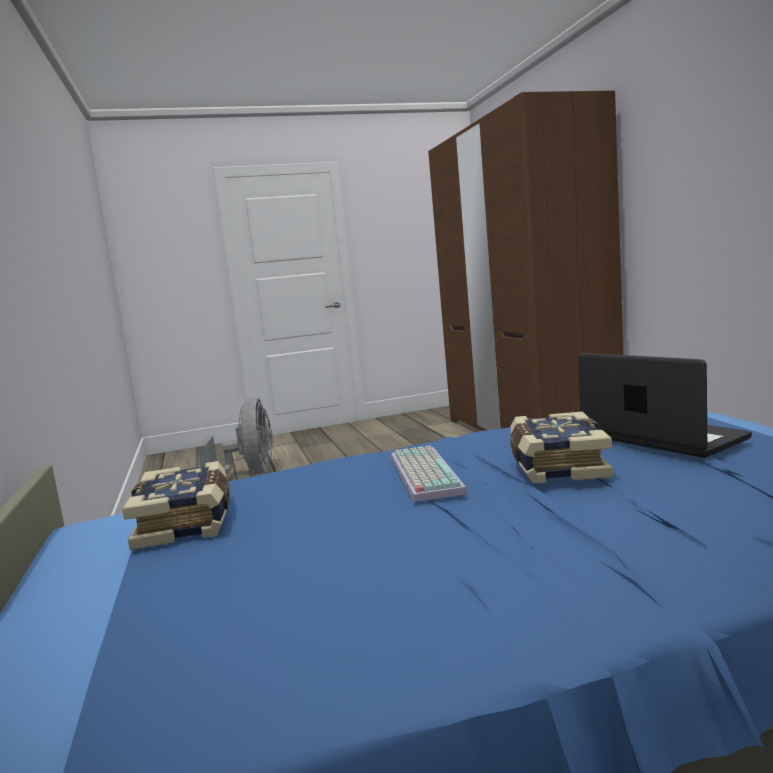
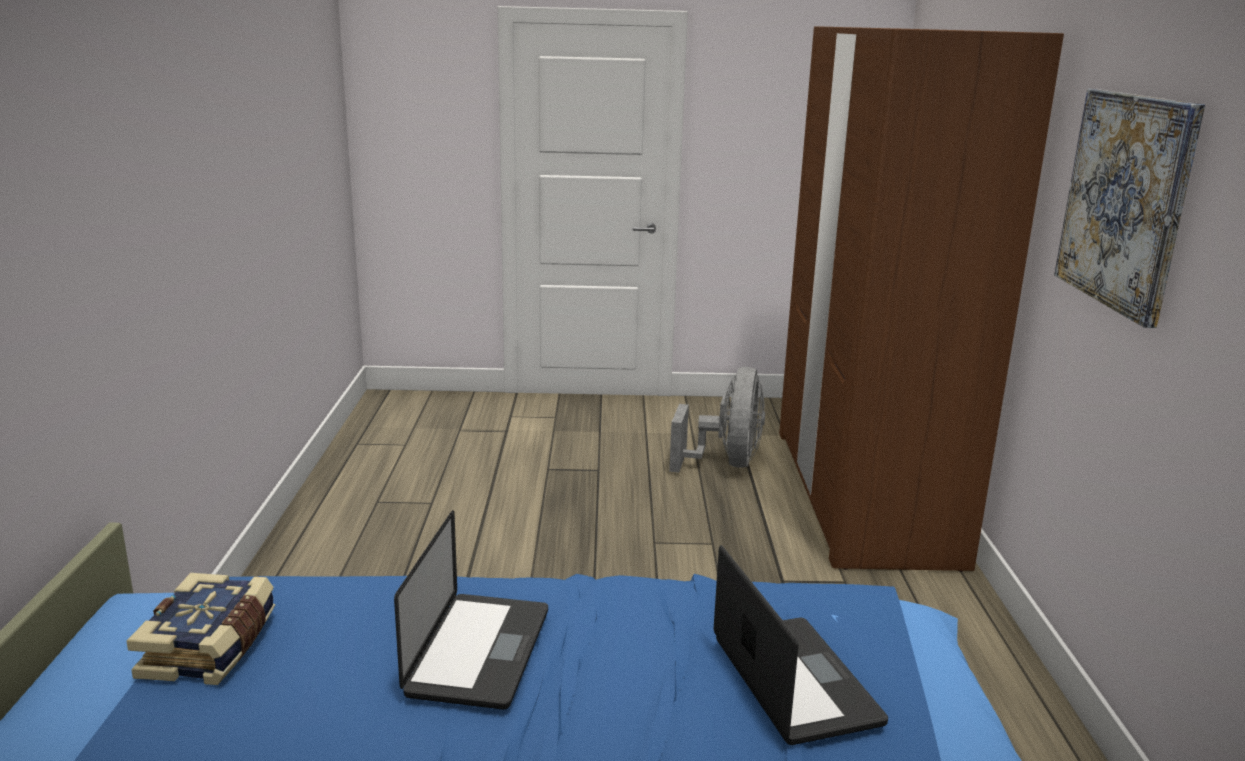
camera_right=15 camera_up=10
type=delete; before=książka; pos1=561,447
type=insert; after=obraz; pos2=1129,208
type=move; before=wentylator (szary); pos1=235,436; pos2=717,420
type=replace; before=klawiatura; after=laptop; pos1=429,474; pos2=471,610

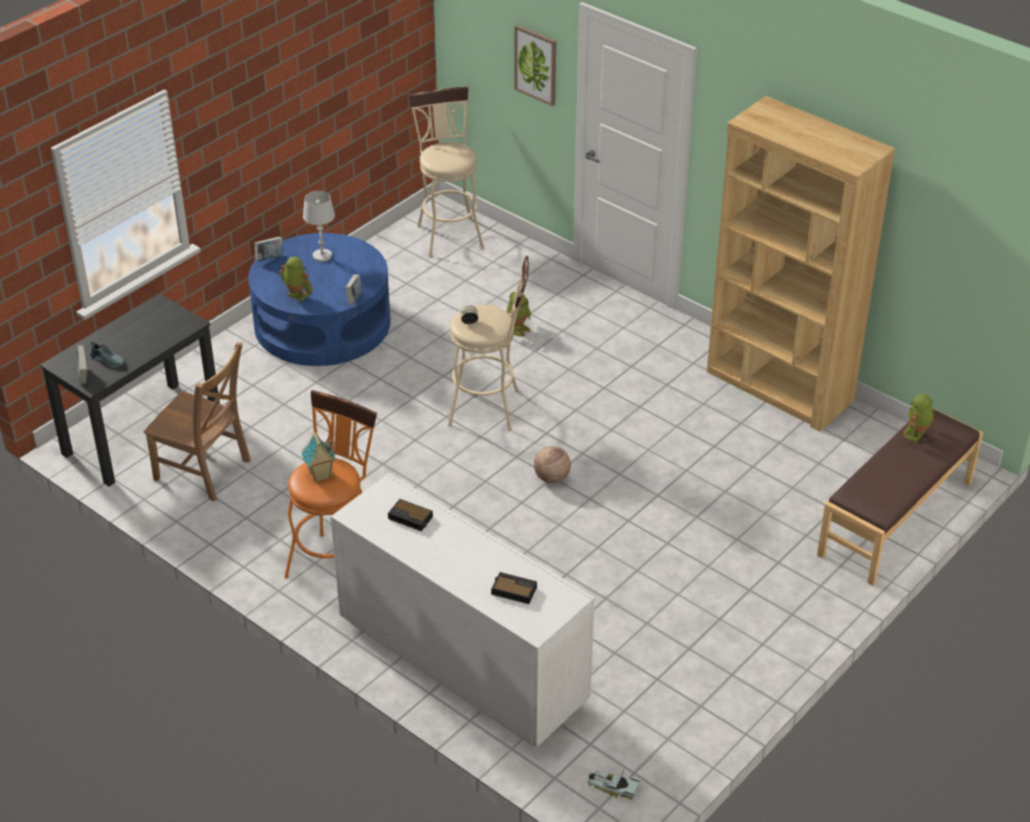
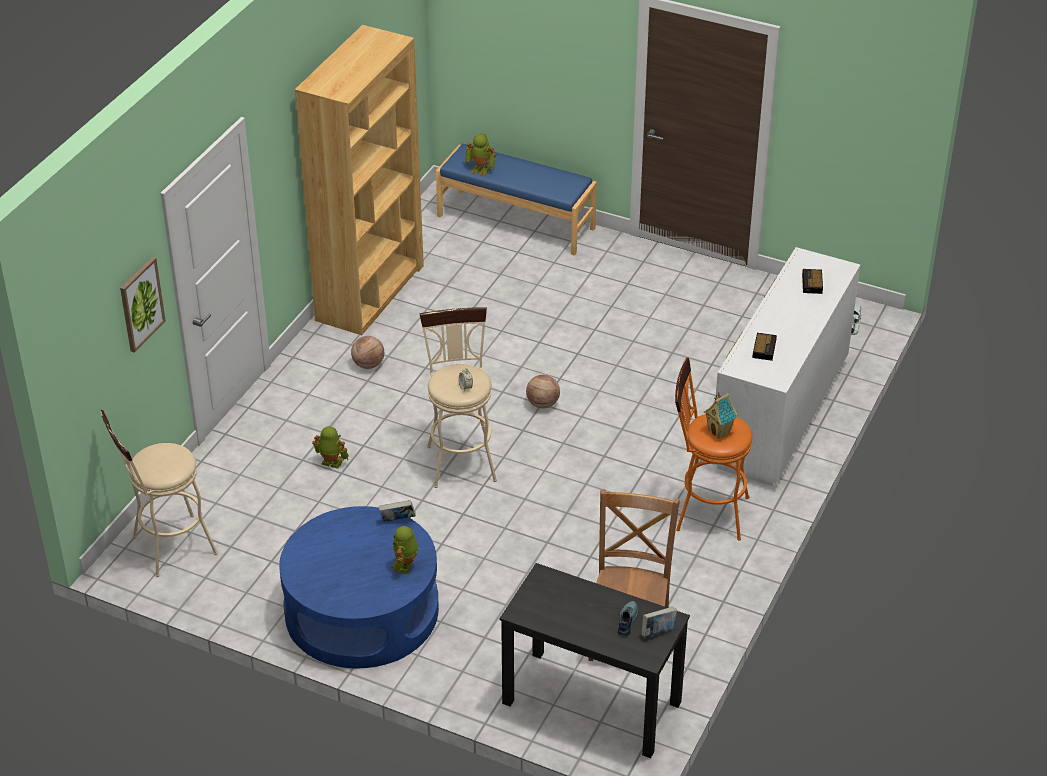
camera_right=-105 camera_up=0
type=delete; before=książka; pos1=268,249
type=delete; before=lampa stołowa (biały); pos1=319,226
type=insert; after=piłka do koszykówki; pos2=367,352
type=recolor; before=ławka (brązowy); after=ławka (niebieski); pos1=900,497; pos2=516,200

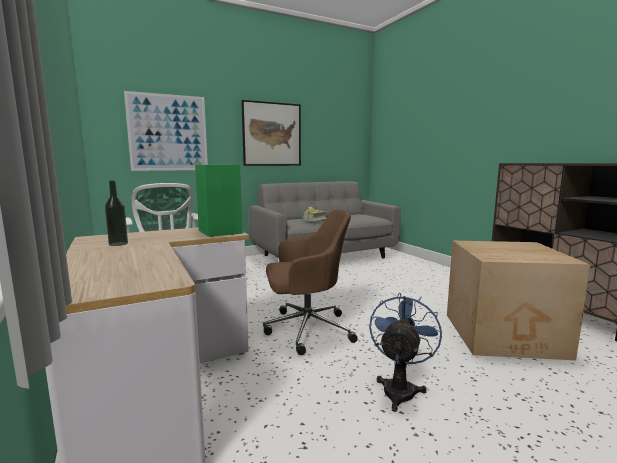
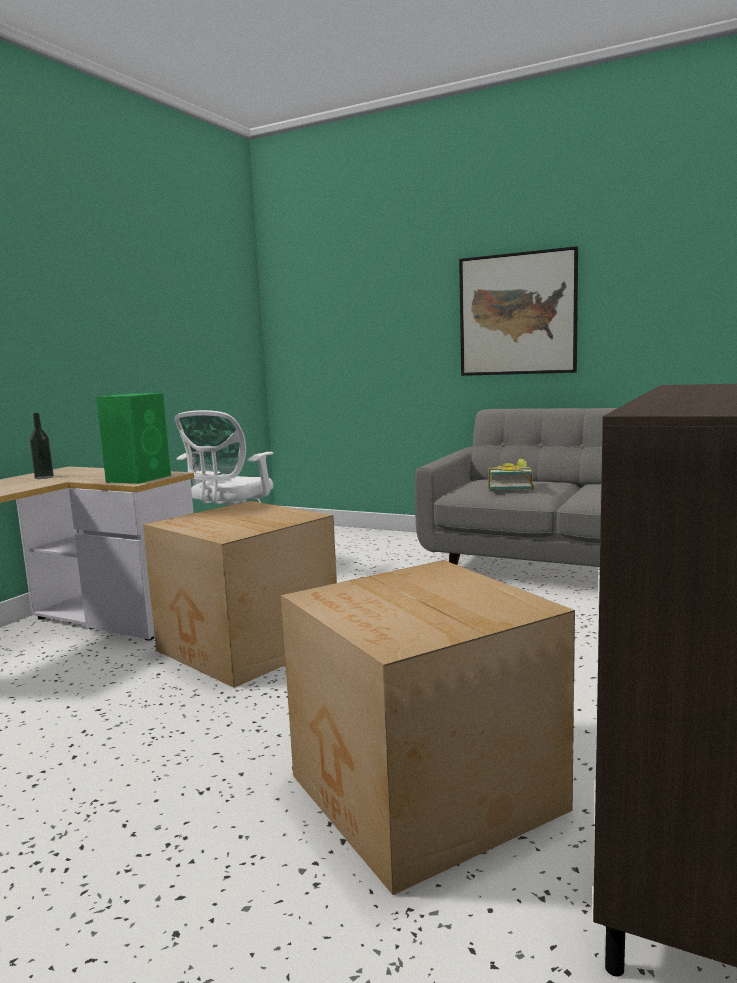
camera_right=55 camera_up=0
type=delete; before=obraz; pos1=166,131
type=delete; before=wentylator (niebieski); pos1=405,352
type=replace; before=krzesło biurowe (brązowy); after=karton; pos1=310,282; pos2=240,594

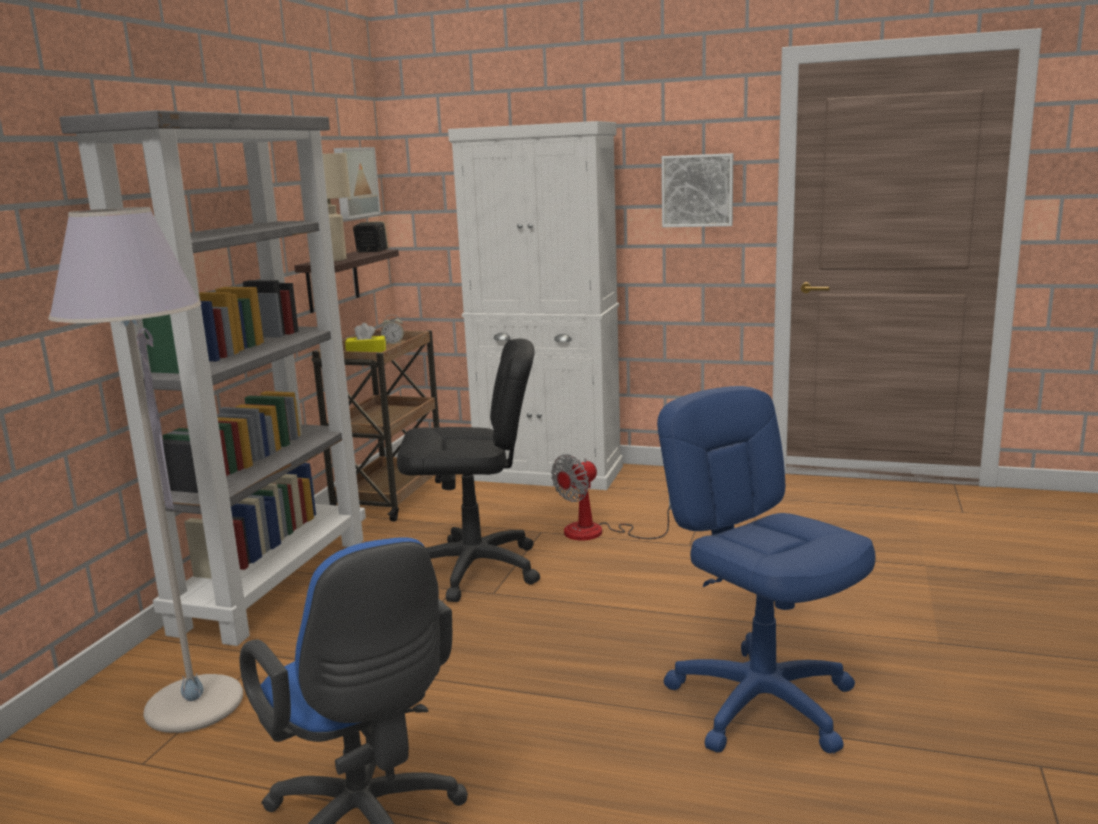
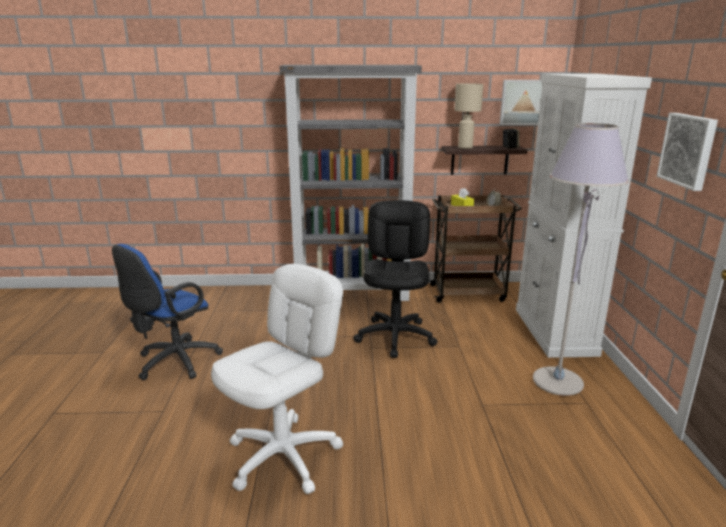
camera_right=70 camera_up=5
type=delete; before=wentylator; pos1=611,497
type=move; before=lampa stojąca (szary); pos1=145,470; pos2=581,259
type=recolor; before=krzesło biurowe (niebieski); after=krzesło biurowe (biały); pos1=766,570; pos2=277,379
type=rotate; before=krzesło biurowe (czarny); pos1=468,470; pos2=395,279; turn=-150

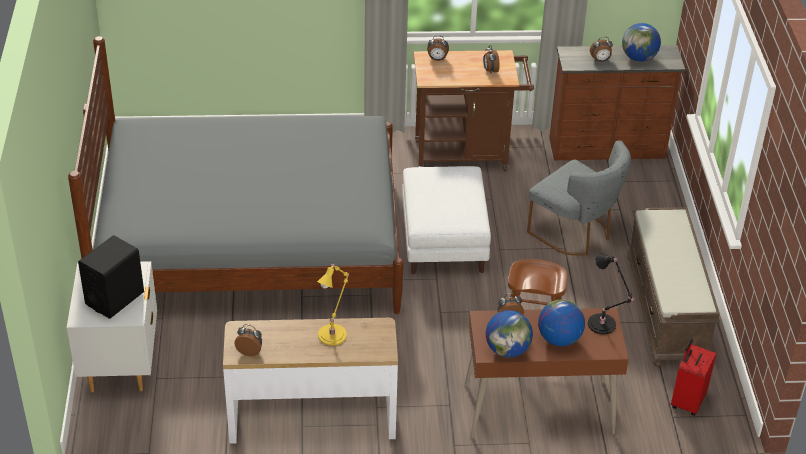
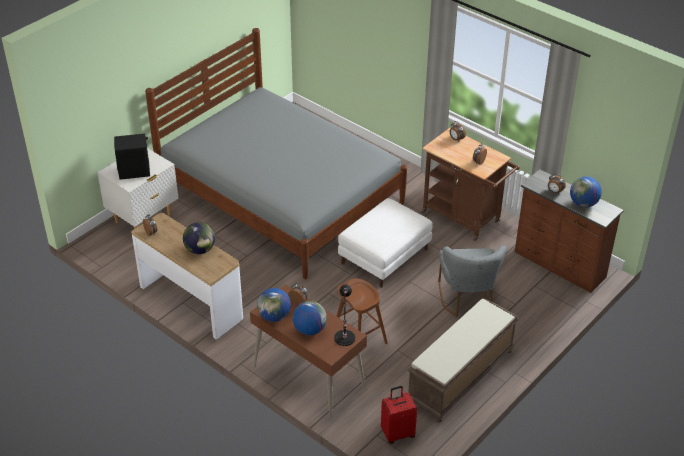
camera_right=45 camera_up=0
type=replace; before=lampa stołowa (żółty); after=globus; pos1=333,304; pos2=199,238

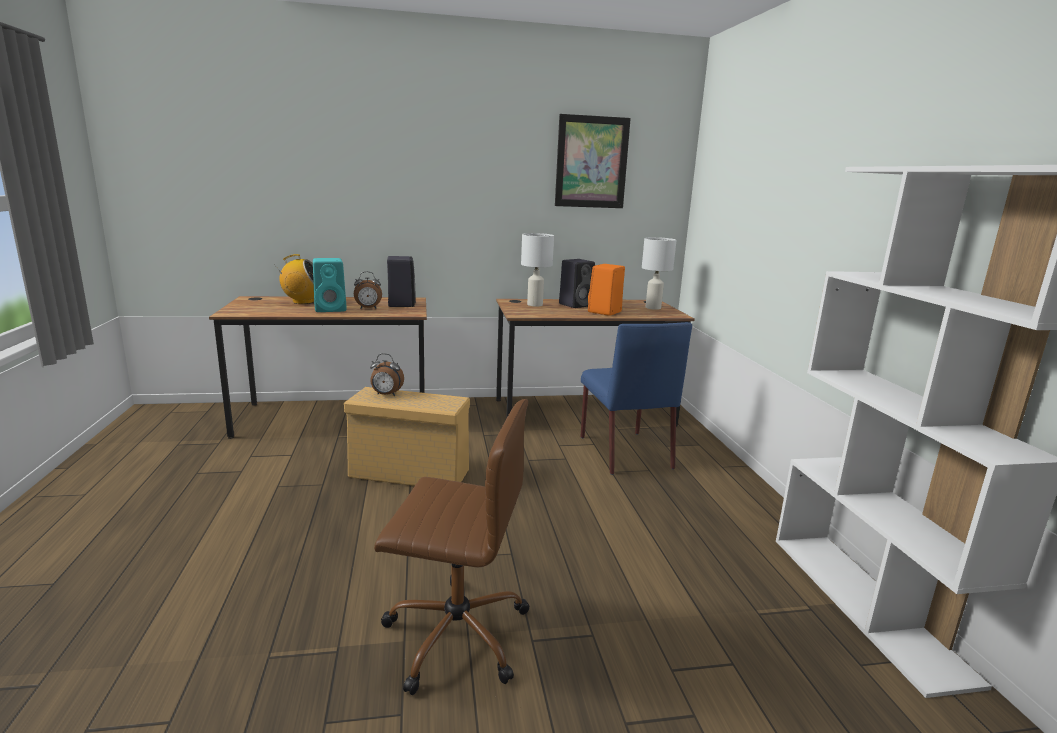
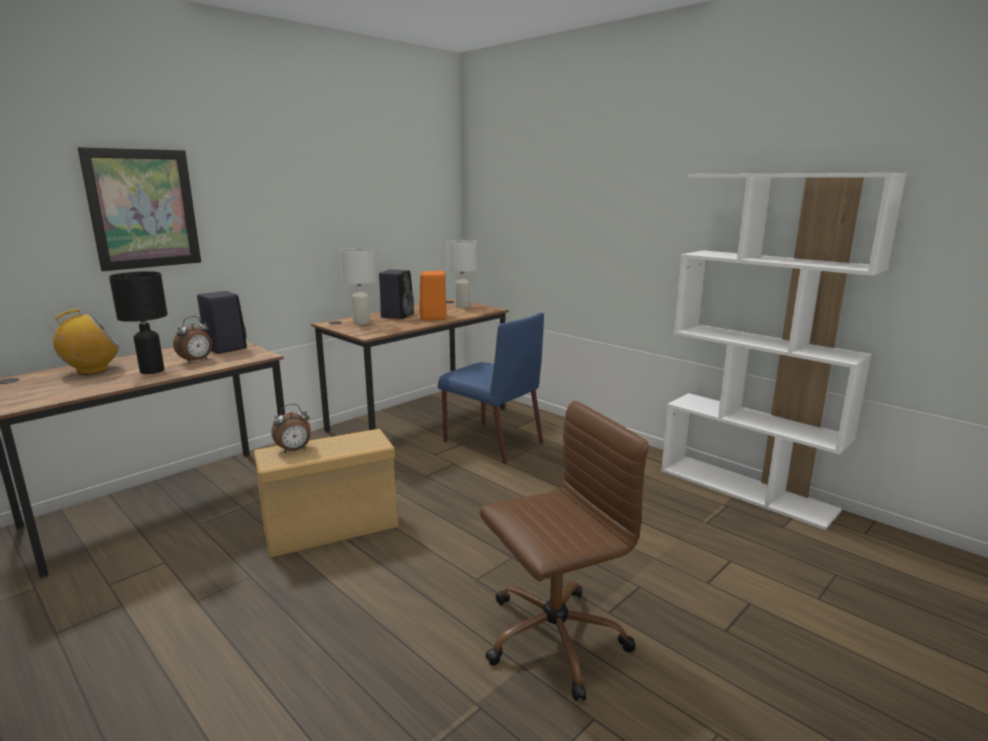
camera_right=-35 camera_up=0
type=move; before=obraz; pos1=593,161; pos2=139,209
type=replace; before=głośnik (turkusowy); after=lampa stołowa (czarny); pos1=330,285; pos2=138,322

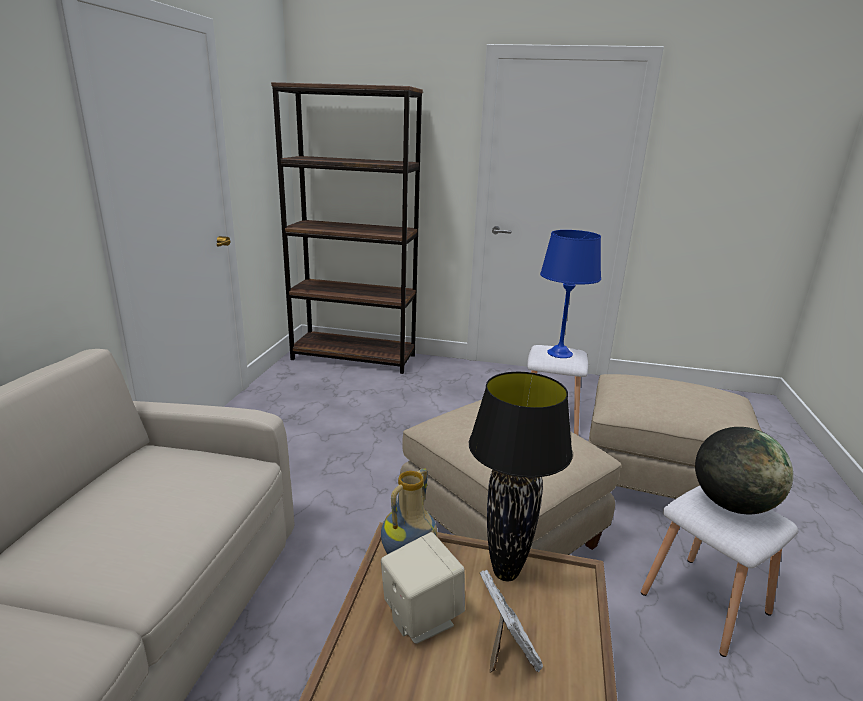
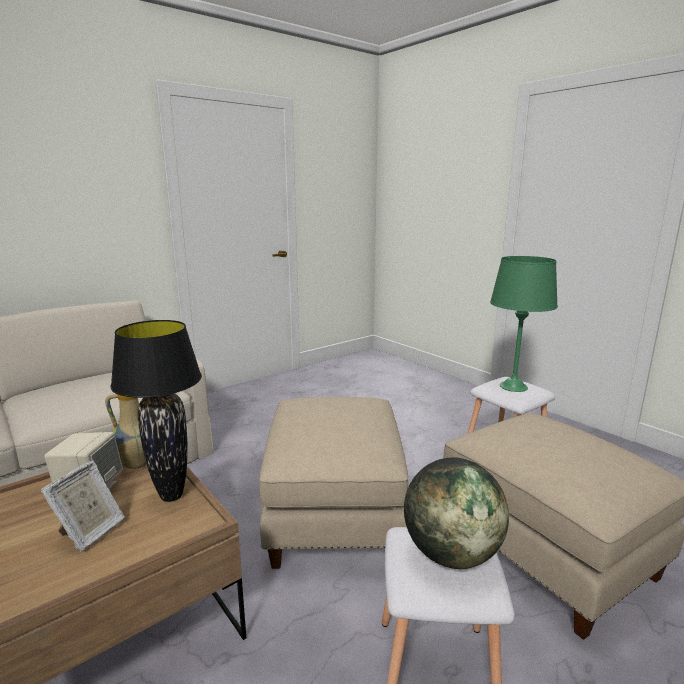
camera_right=40 camera_up=-5
type=delete; before=regał (brązowy); pos1=347,228
type=recolor; before=lampa stołowa (niebieski); after=lampa stołowa (zielony); pos1=570,294; pos2=524,324

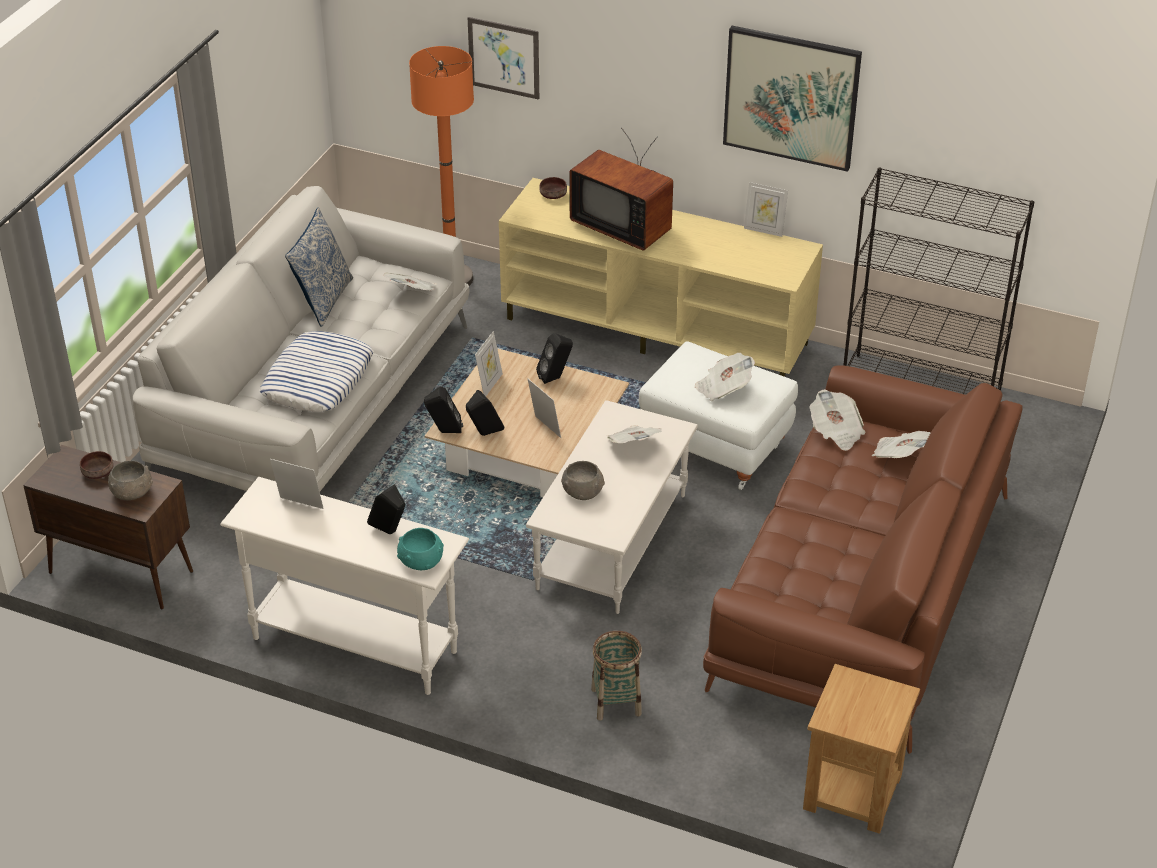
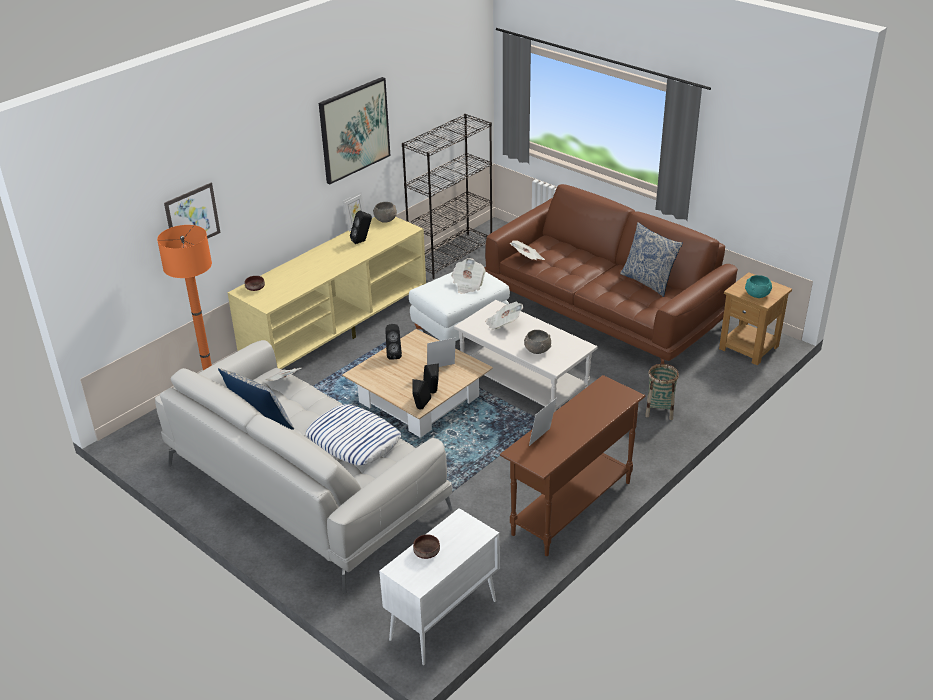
camera_right=-70 camera_up=-5
type=delete; before=ramka na zdjęcie; pos1=489,363
type=delete; before=telewizor; pos1=621,189
type=delete; before=gazeta; pos1=901,444
type=insert; after=poduszka; pos2=651,259
type=move; before=miska (szary); pos1=130,480; pos2=385,212
type=move; before=głośnik (czarny); pos1=386,509; pos2=361,227
type=move; before=miska (turkusowy); pos1=420,549; pos2=758,286
type=recolor; before=szafka (brązowy); after=szafka (biały); pos1=108,527; pos2=439,586
type=recolor; before=stolik konsolowy (biały); after=stolik konsolowy (brązowy); pos1=344,586; pos2=572,465

